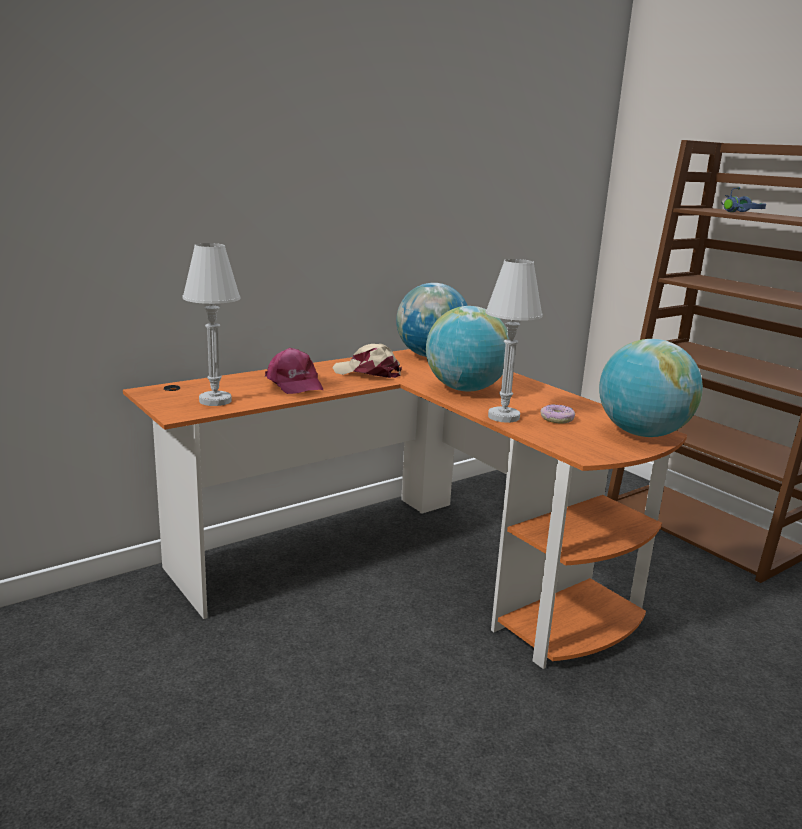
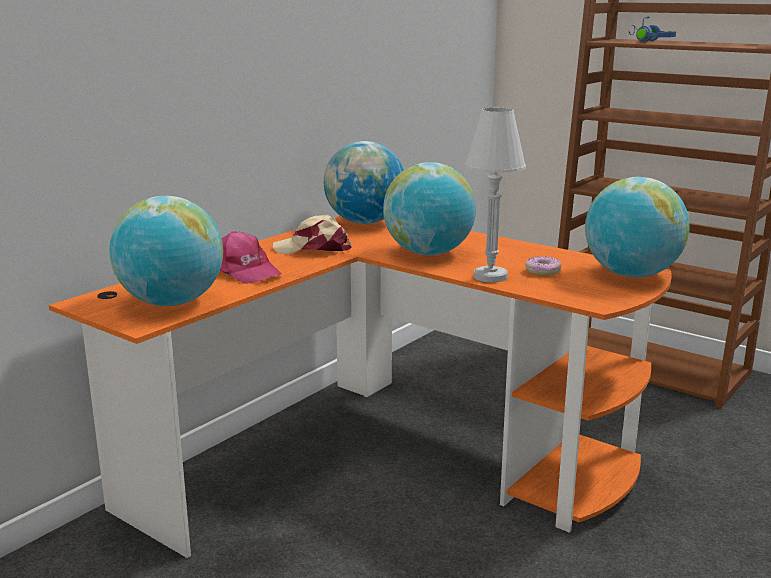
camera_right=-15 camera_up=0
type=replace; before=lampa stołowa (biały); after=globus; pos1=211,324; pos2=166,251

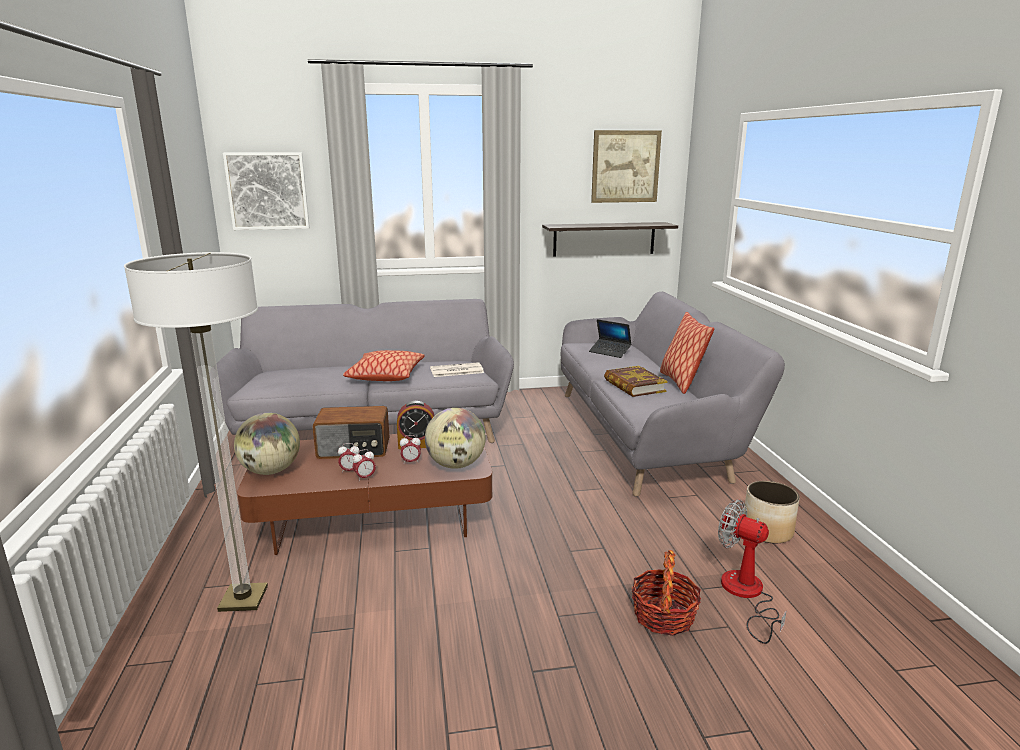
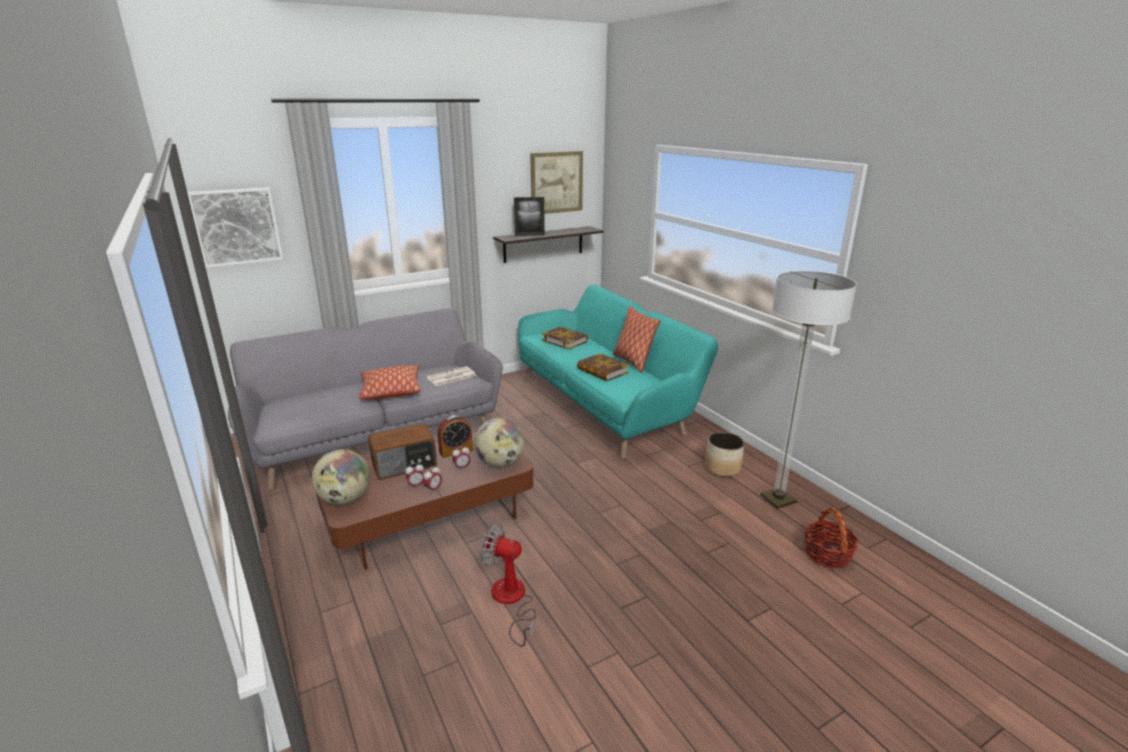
camera_right=-20 camera_up=5
type=insert; after=ramka na zdjęcie; pos2=529,216
type=move; before=lampa stojąca; pos1=196,432; pos2=808,389
type=move; before=koszyk; pos1=666,593; pos2=831,538
type=move; before=wentylator; pos1=752,571; pos2=508,585
type=replace; before=laptop; after=książka; pos1=610,338; pos2=565,338
type=recolor; before=kanapa (szary); after=kanapa (turkusowy); pos1=673,394; pos2=618,372

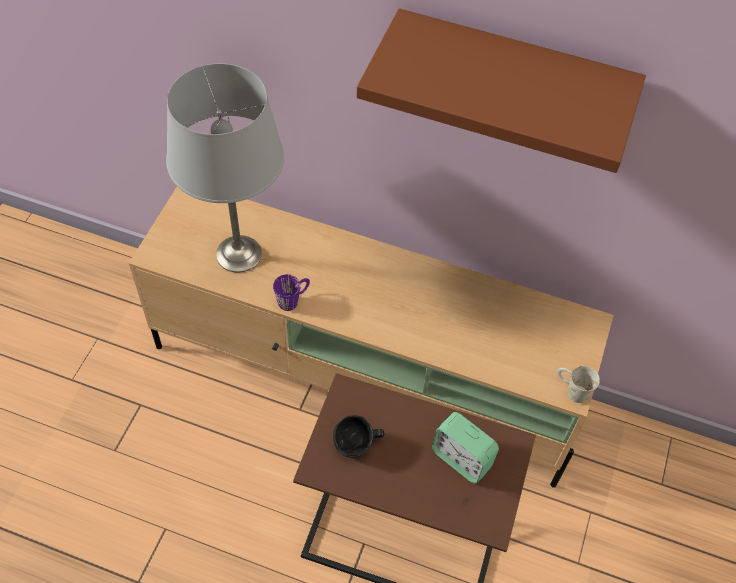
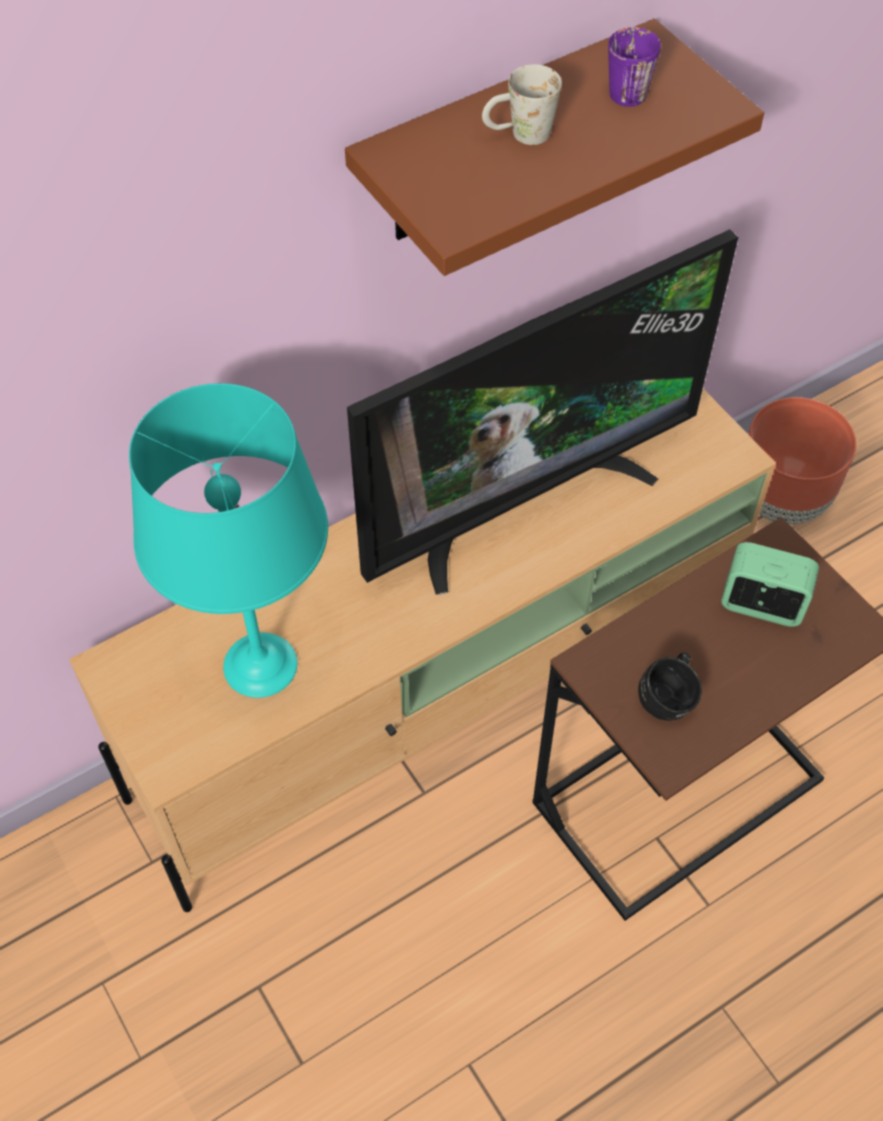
camera_right=-50 camera_up=0
type=insert; after=telewizor; pos2=542,412
type=insert; after=donica (brązowy); pos2=802,460
type=move; before=kubek (fioletowy); pos1=291,292; pos2=634,67
type=move; before=kubek (biały); pos1=578,384; pos2=522,104
type=recolor; before=lampa stołowa (szary); after=lampa stołowa (turkusowy); pos1=225,168; pos2=228,540
type=rotate; before=budzik; pos1=465,448; pos2=770,584; turn=-150

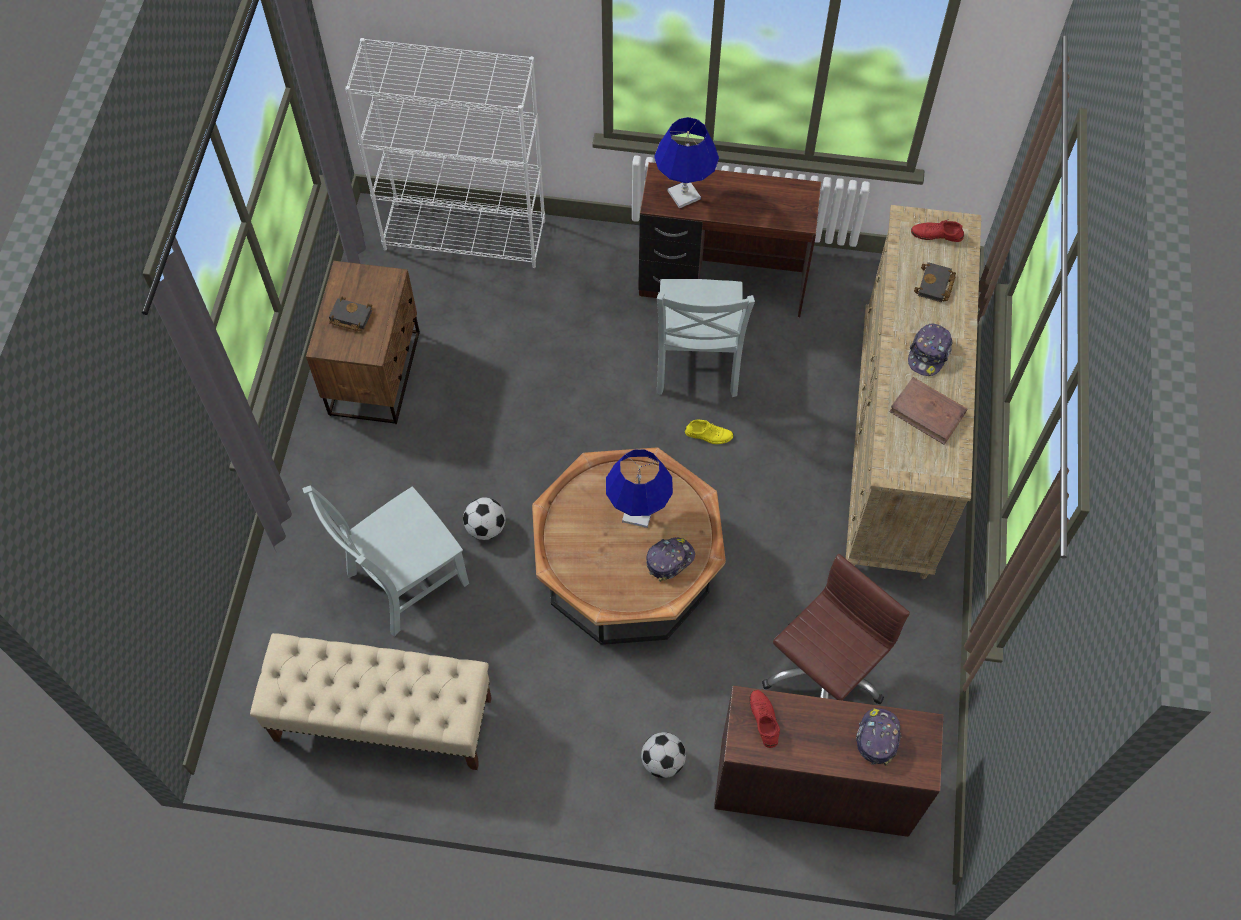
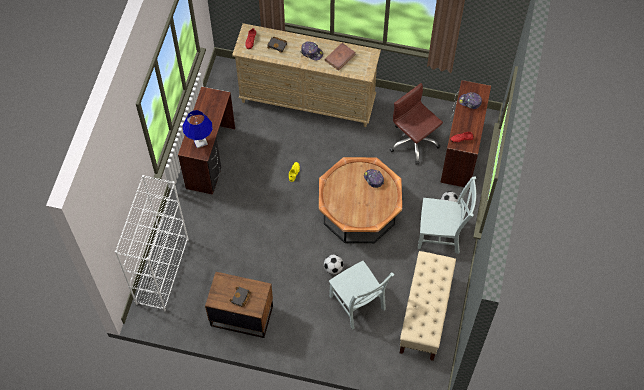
camera_right=-85 camera_up=0
type=delete; before=lampa stołowa (niebieski); pos1=639,488
type=move; before=krzesło (szary); pos1=706,338; pos2=447,215

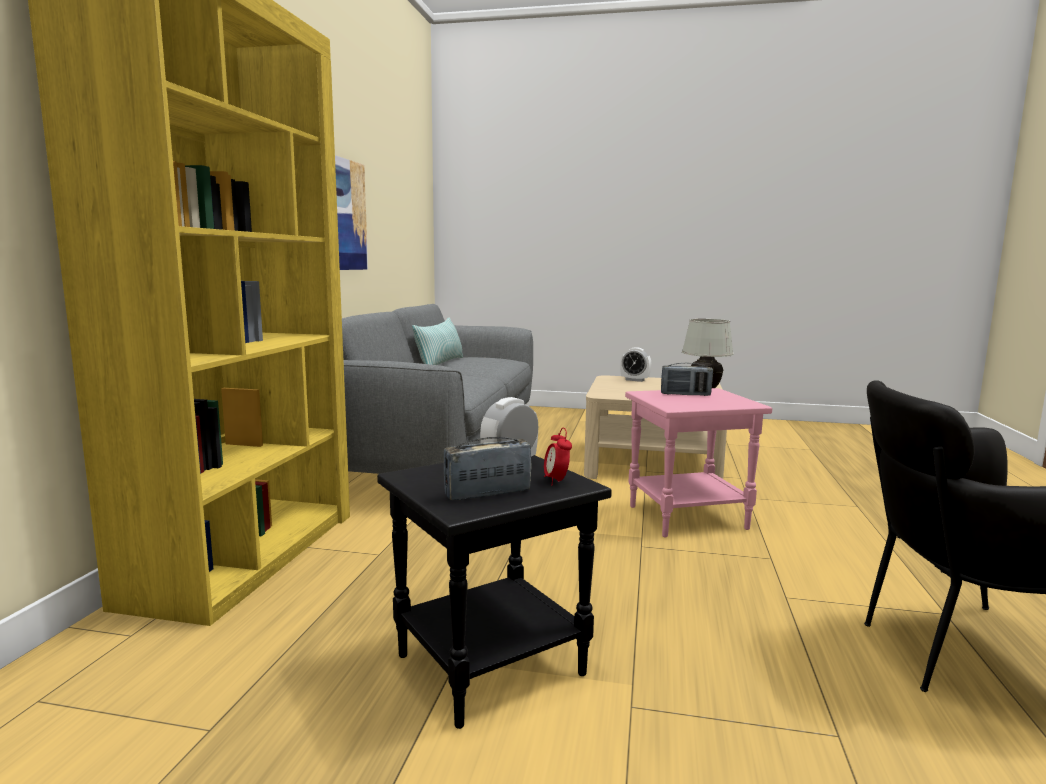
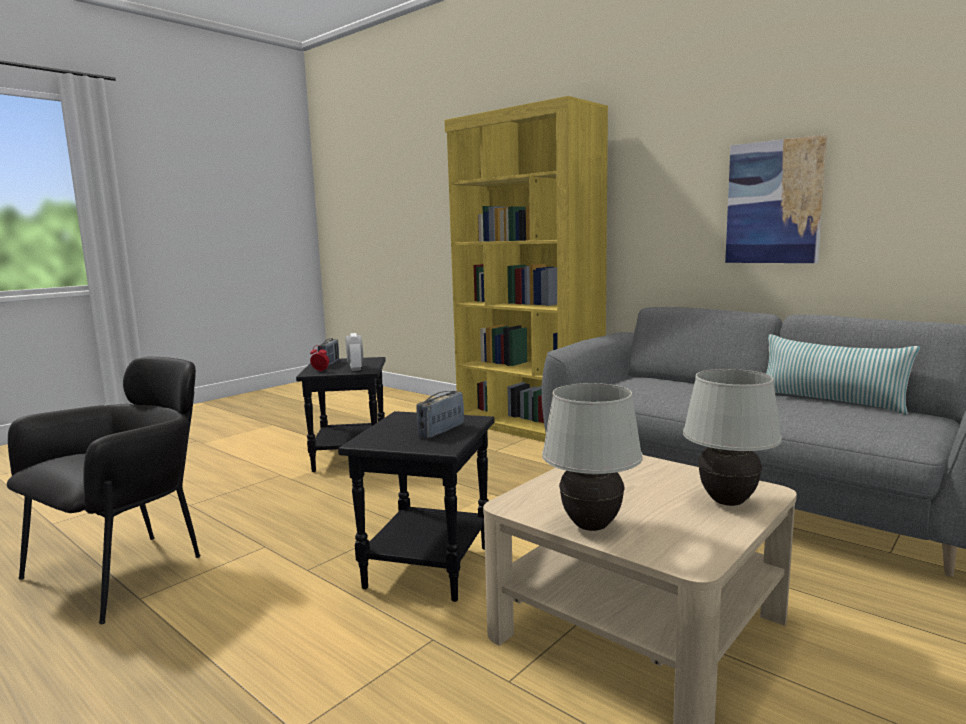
camera_right=120 camera_up=0
type=replace; before=budzik; after=lampa stołowa (biały); pos1=635,364; pos2=732,437
type=recolor; before=stolik (różowy); after=stolik (czarny); pos1=698,463; pos2=416,506

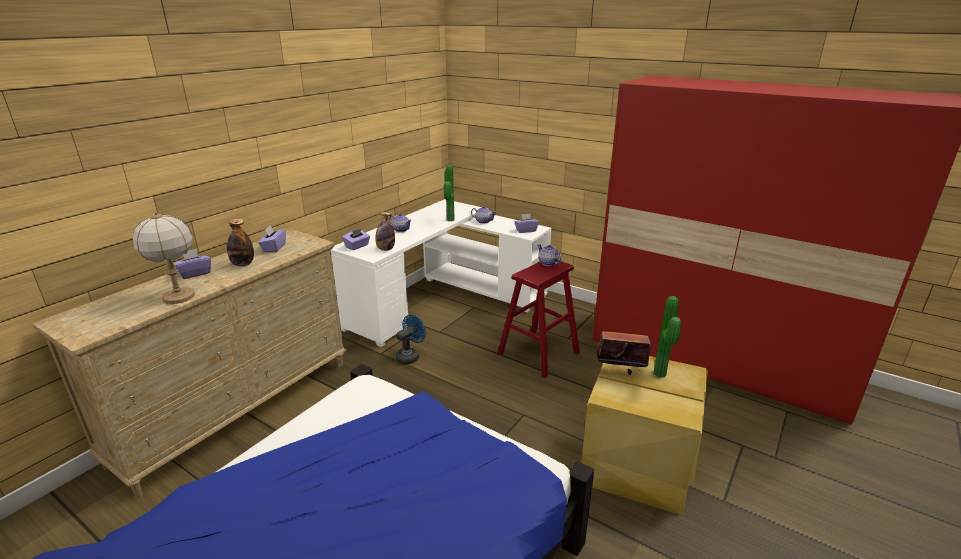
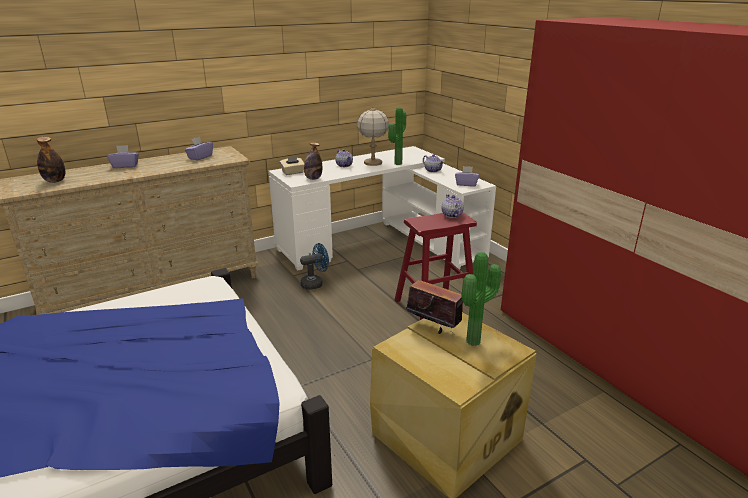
camera_right=25 camera_up=0
type=move; before=lampa stołowa; pos1=164,258; pos2=373,136
type=move; before=butelka; pos1=240,242; pos2=51,160
type=recolor; before=pudełko chusteczek (fioletowy); after=pudełko chusteczek (beżowy); pos1=356,239; pos2=292,165

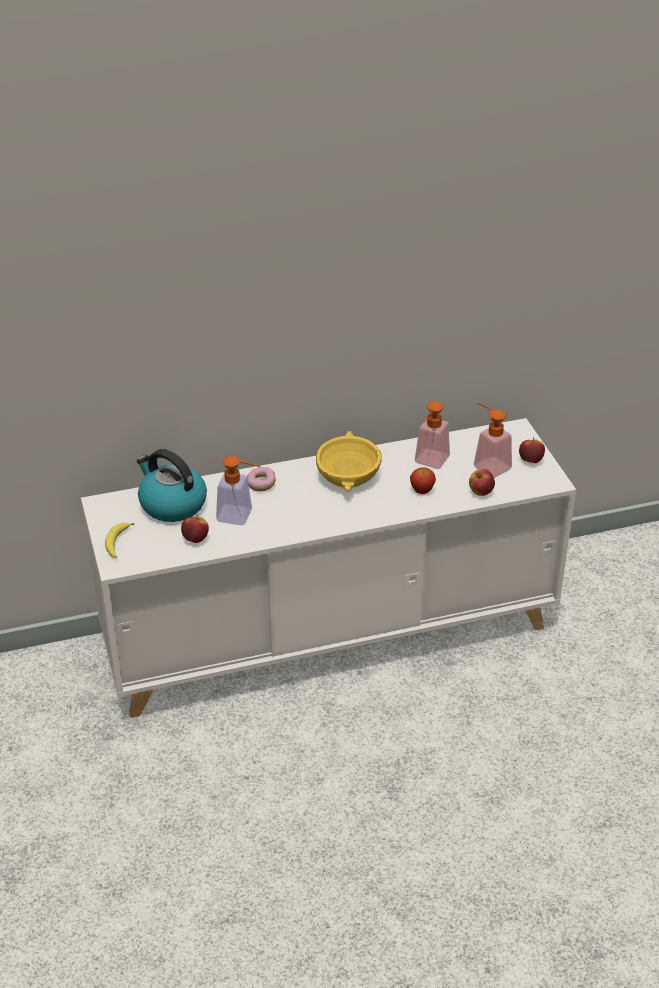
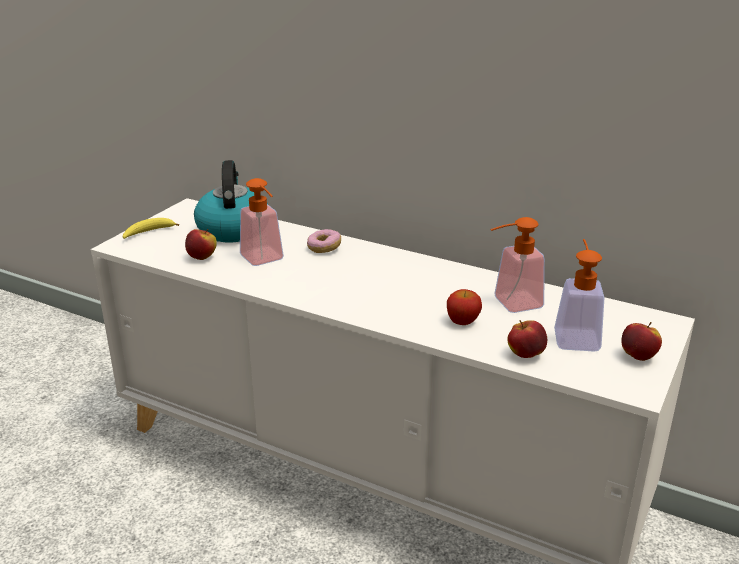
camera_right=45 camera_up=-10
type=delete; before=miska (żółty); pos1=349,461

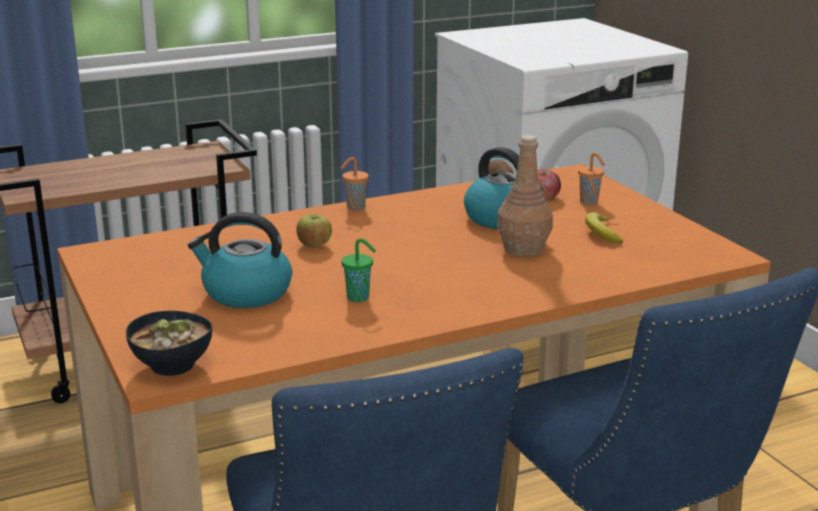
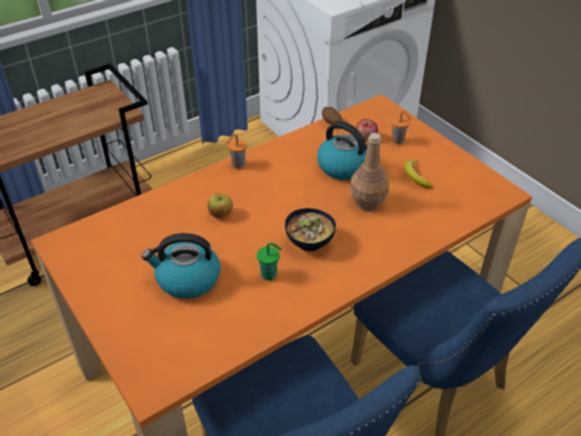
camera_right=-10 camera_up=20
type=move; before=miska; pos1=169,343; pos2=310,229

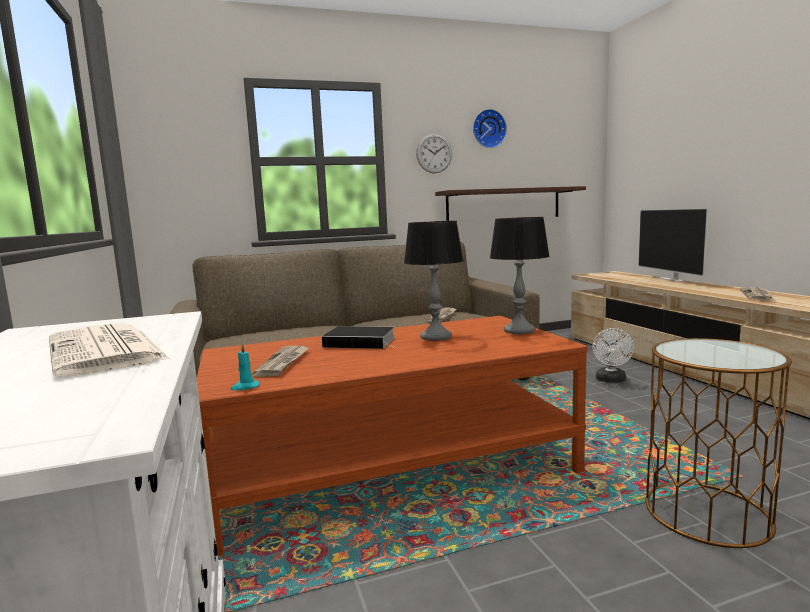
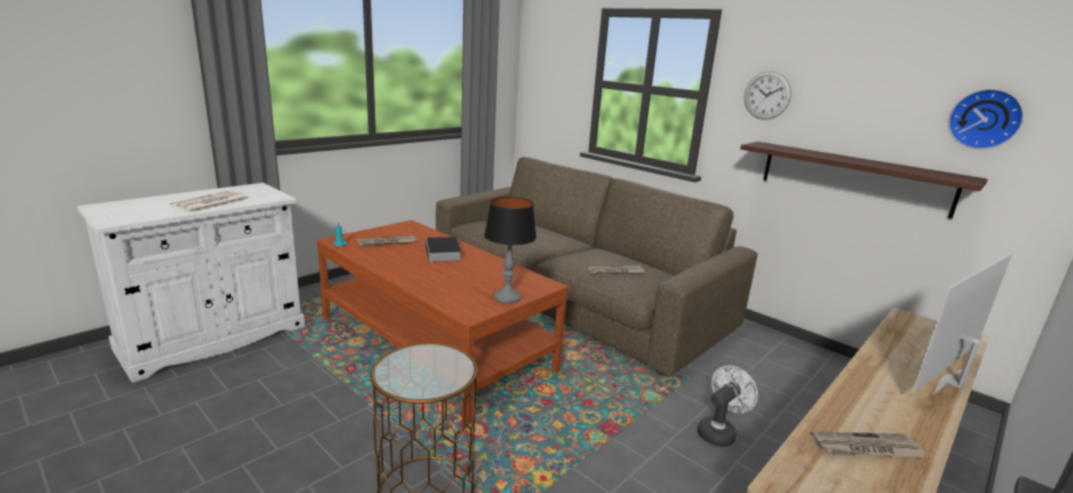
camera_right=60 camera_up=10
type=delete; before=lampa stołowa; pos1=434,281
type=move; before=zegar ścienny; pos1=490,128; pos2=986,119
type=rotate; before=wentylator (biały); pos1=613,355; pos2=728,406; turn=150

